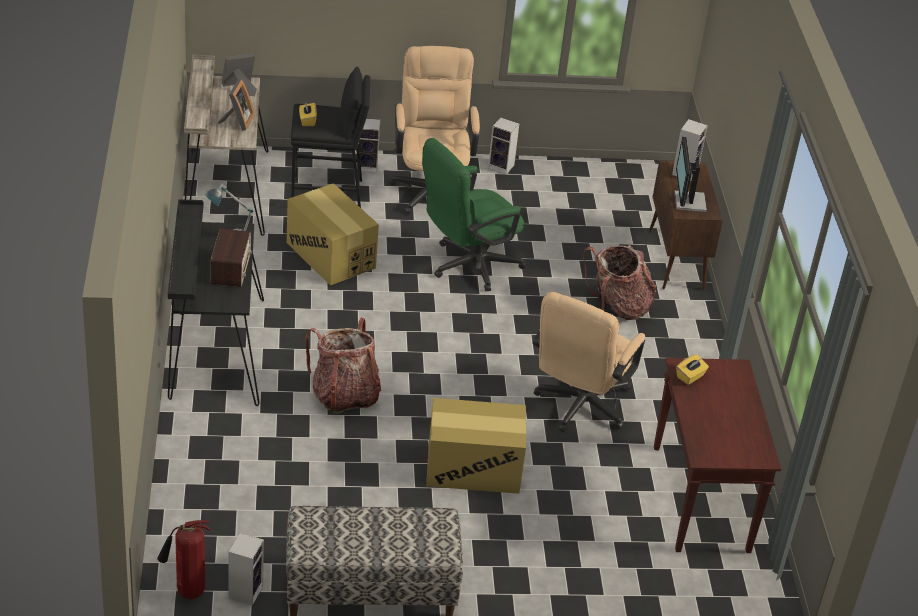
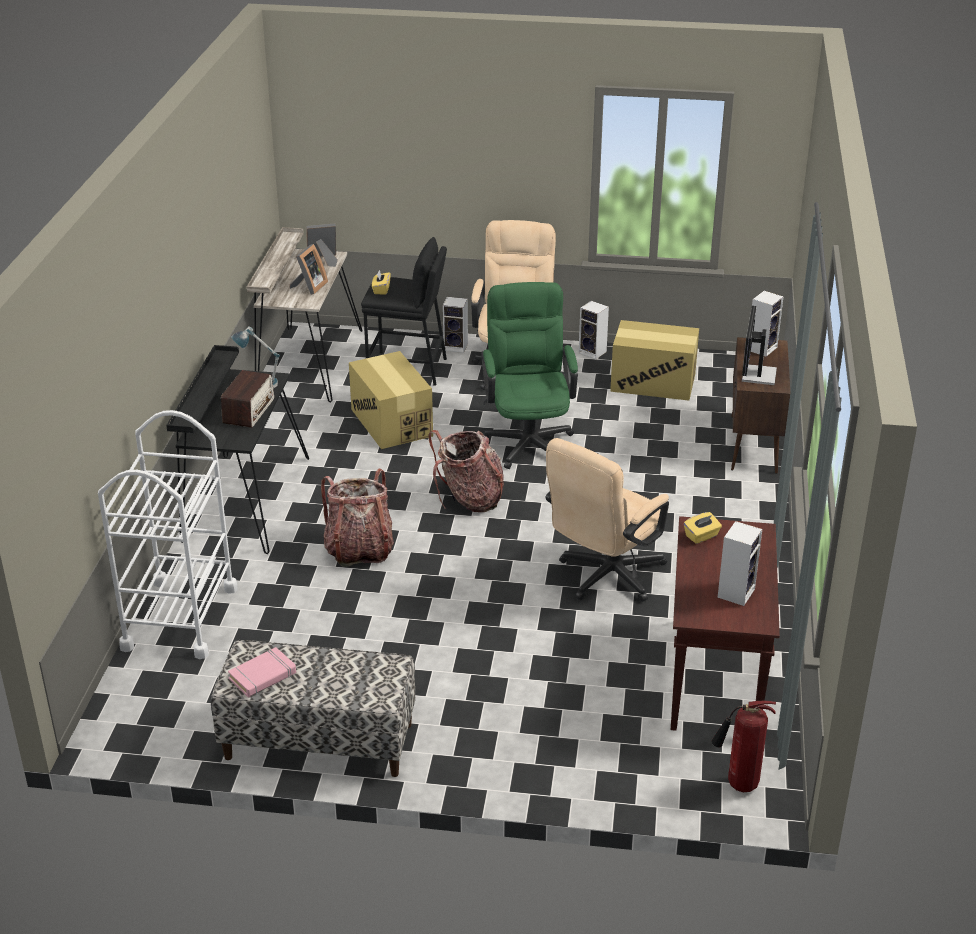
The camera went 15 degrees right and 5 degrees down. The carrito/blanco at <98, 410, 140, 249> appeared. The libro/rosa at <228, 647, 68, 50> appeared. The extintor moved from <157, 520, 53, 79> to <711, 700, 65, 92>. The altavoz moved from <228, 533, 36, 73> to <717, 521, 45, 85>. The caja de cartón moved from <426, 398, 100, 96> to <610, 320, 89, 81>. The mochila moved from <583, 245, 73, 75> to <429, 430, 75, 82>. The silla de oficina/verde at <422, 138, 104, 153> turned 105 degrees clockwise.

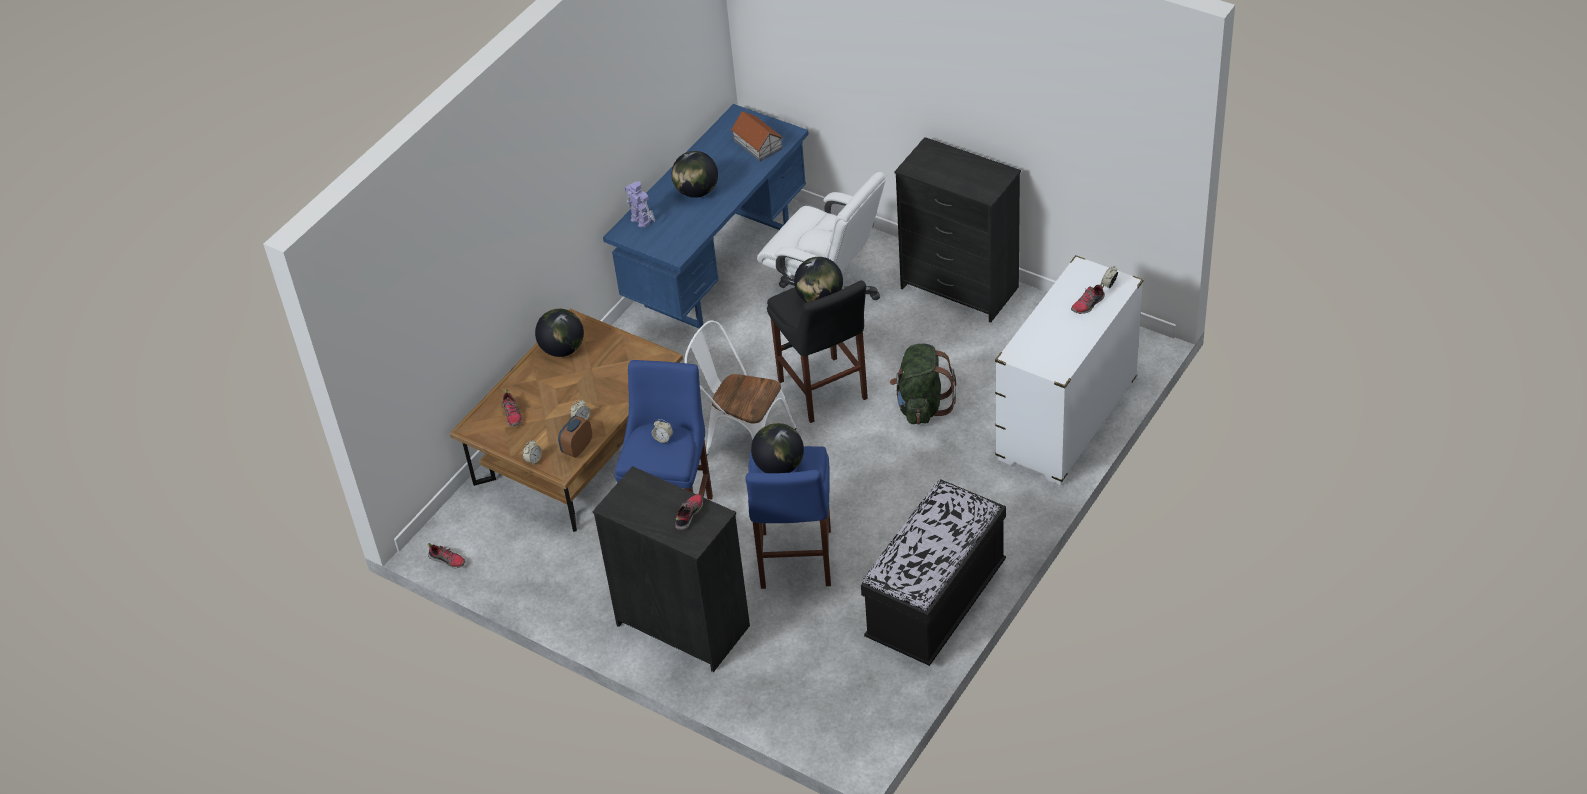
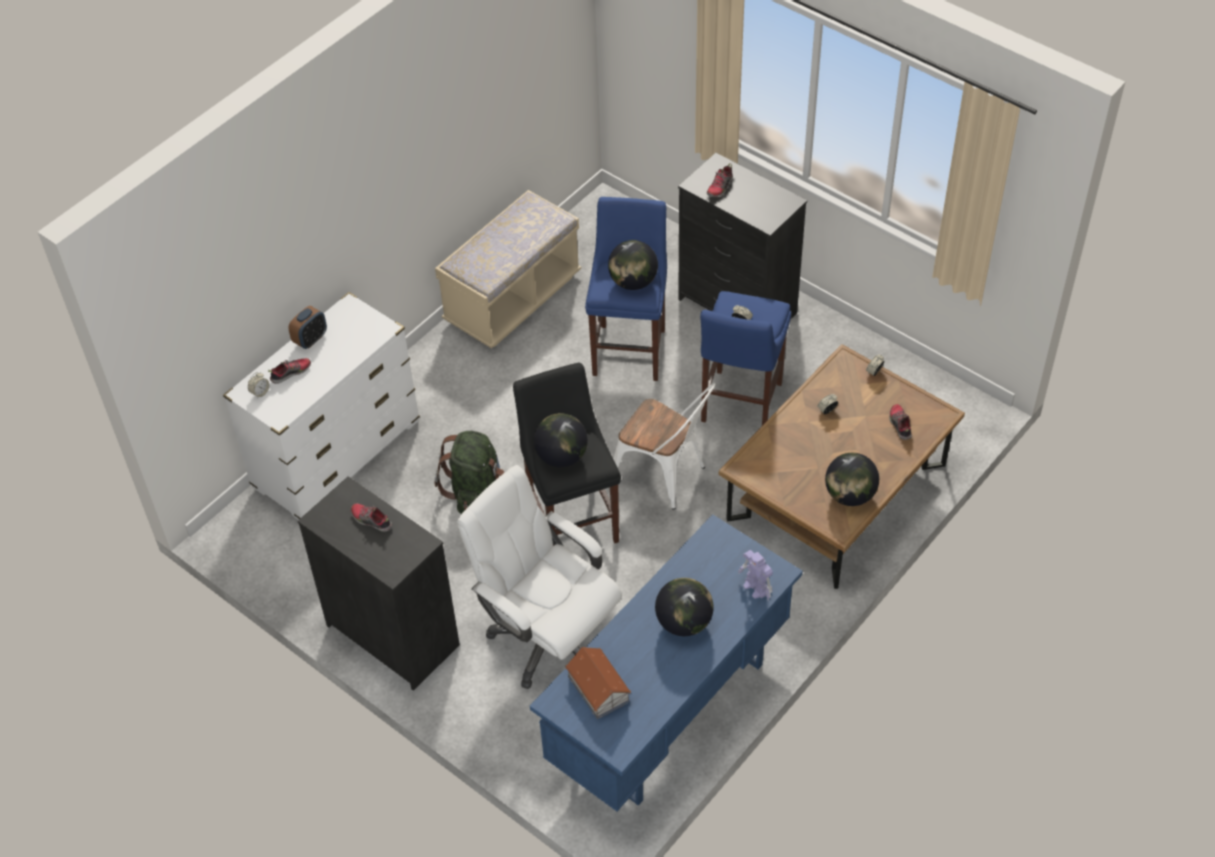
The camera went 175 degrees left and 5 degrees up. The zapato moved from <427, 543, 39, 25> to <351, 503, 41, 29>. The despertador moved from <558, 415, 34, 43> to <288, 306, 39, 43>. The banco/negro at <861, 480, 145, 186> became the banco/beis at <435, 190, 146, 158>.

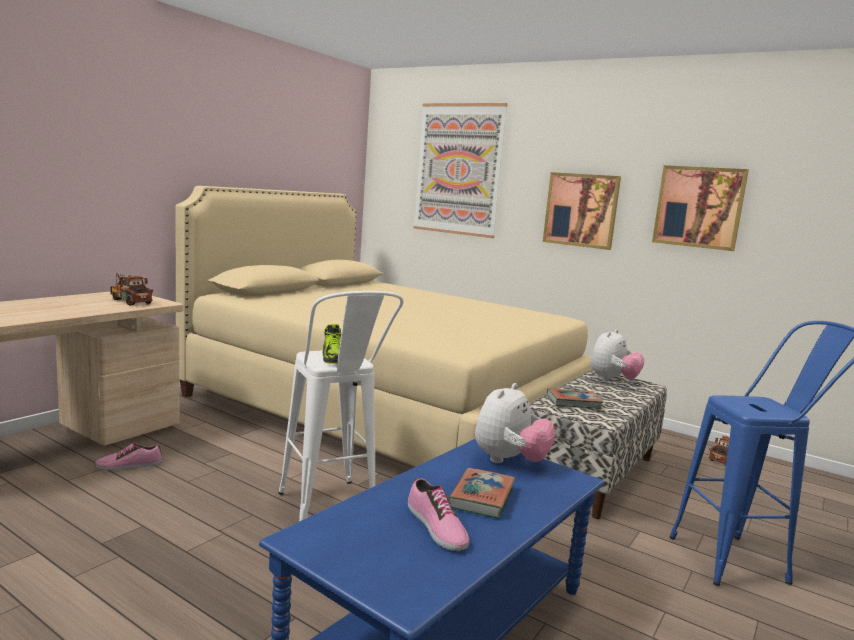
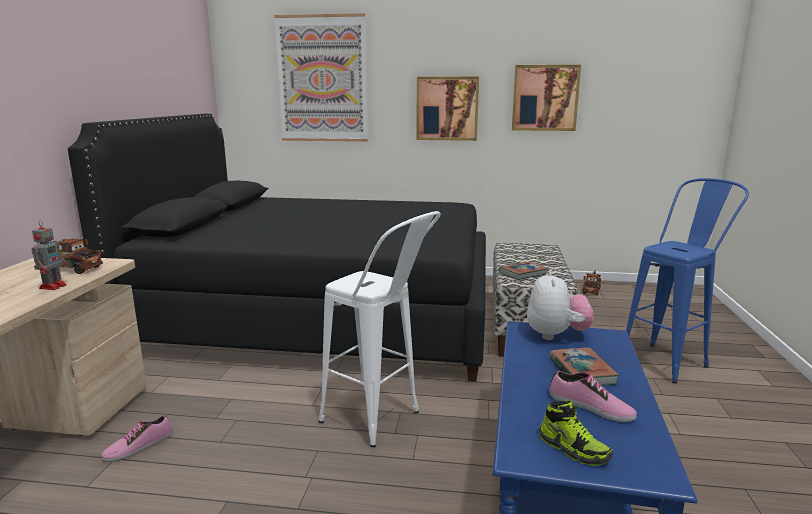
The camera went 25 degrees left and 5 degrees up. The peluche at <591, 329, 53, 52> disappeared. The robot de juguete at <32, 220, 35, 70> appeared. The zapato moved from <323, 324, 18, 40> to <539, 400, 74, 66>. The cama/beis at <176, 186, 417, 280> became the cama/negro at <68, 114, 418, 268>.

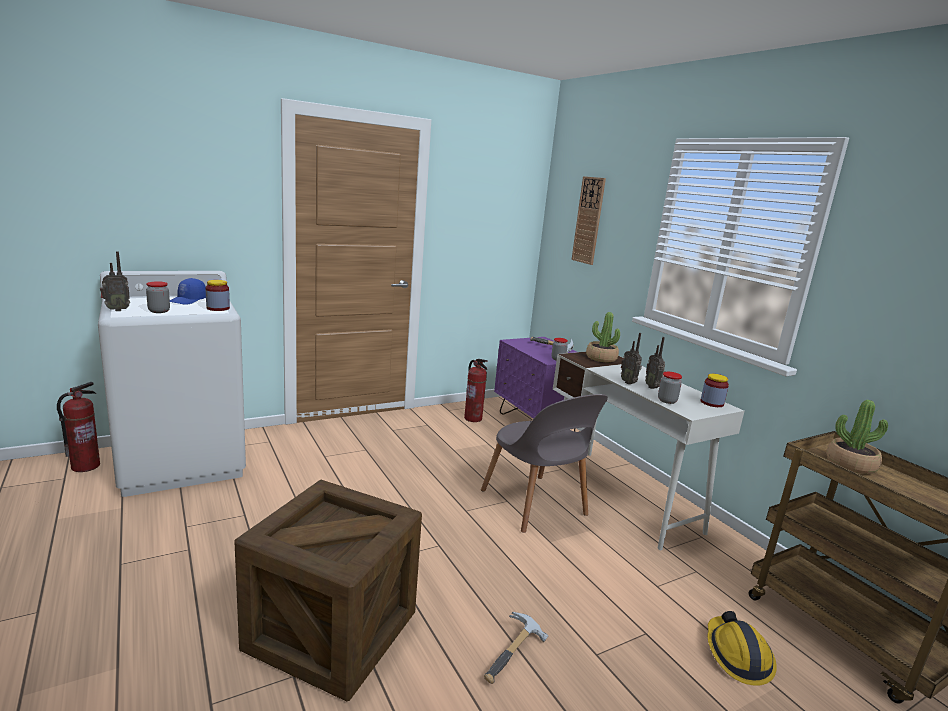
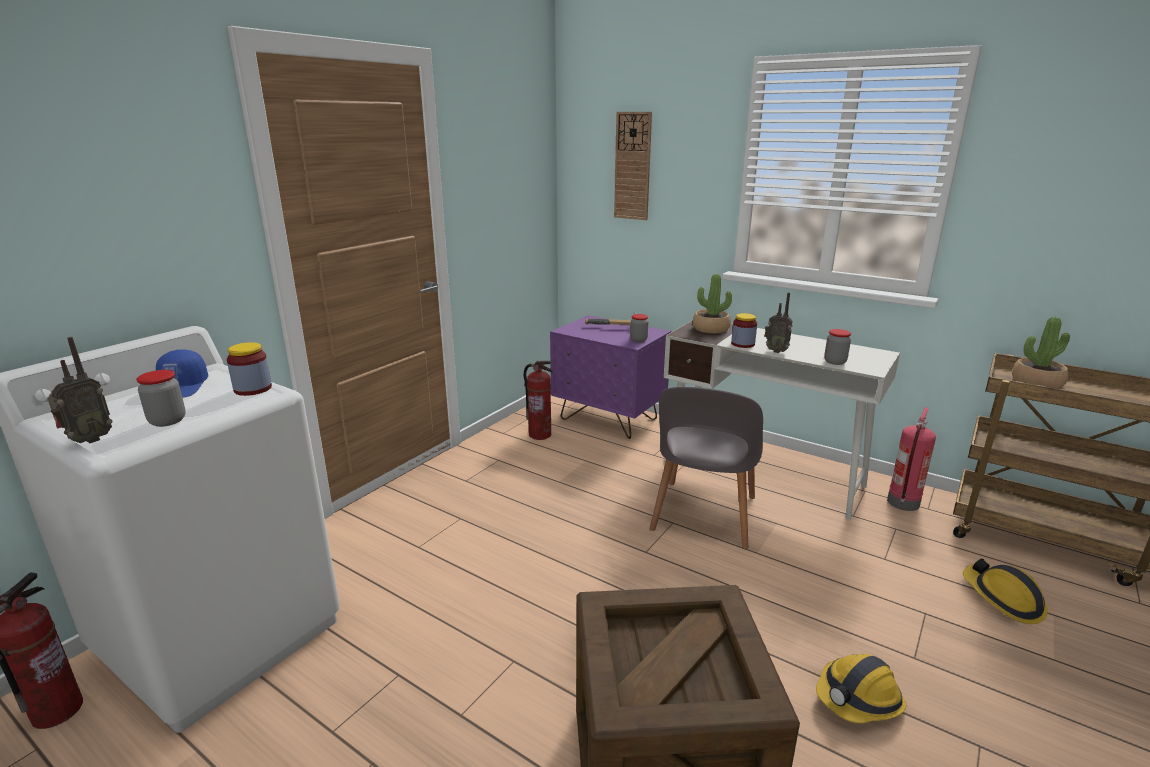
The camera went 25 degrees left and 5 degrees up. The radio at <645, 337, 21, 52> disappeared. The extintor at <887, 407, 49, 104> appeared. The tarro moved from <701, 374, 28, 33> to <731, 313, 26, 35>. The martillo at <484, 612, 64, 72> was replaced by the casco at <816, 654, 90, 69>. The silla/gris at <481, 394, 127, 139> turned 75 degrees clockwise.

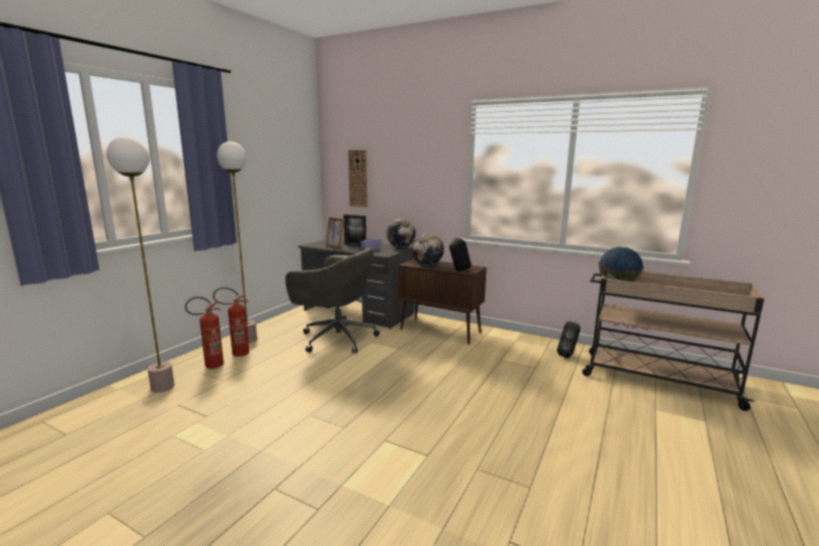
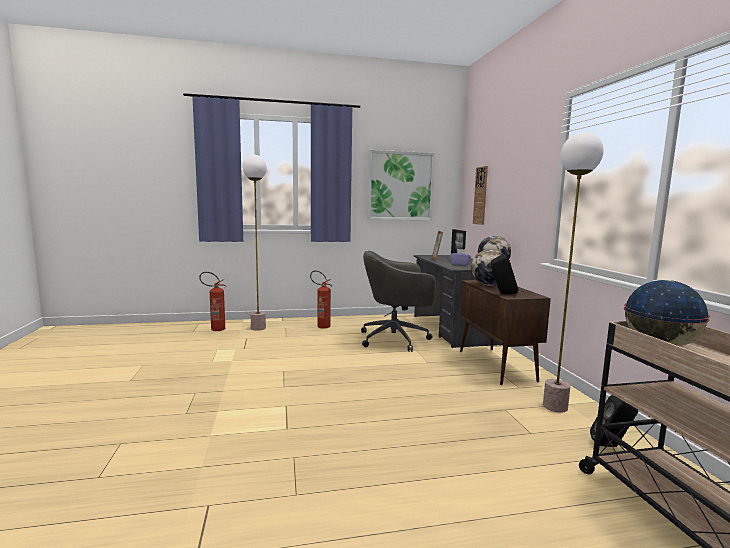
The camera went 50 degrees right and 5 degrees down. The cuadro at <367, 150, 68, 70> appeared. The extintor moved from <185, 297, 39, 72> to <199, 272, 27, 59>. The lámpara de pie moved from <217, 142, 40, 201> to <543, 132, 61, 280>. The silla de oficina/gris at <285, 247, 95, 107> turned 105 degrees clockwise.

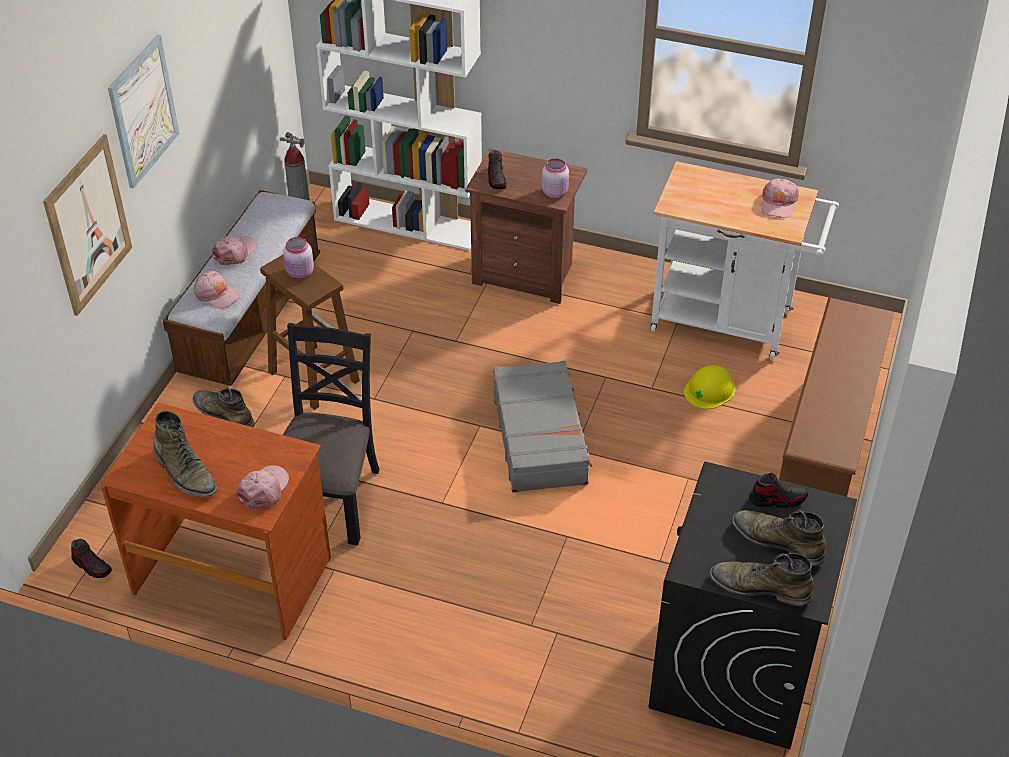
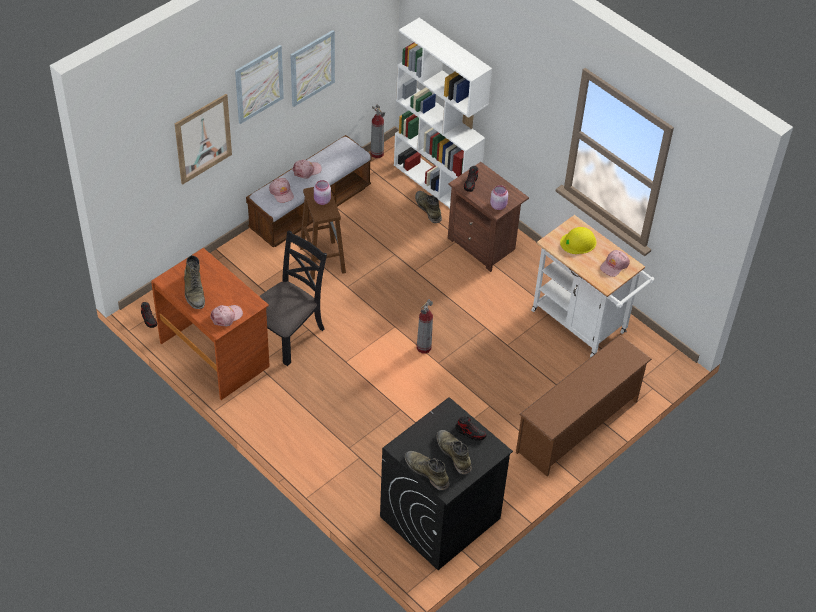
The camera went 25 degrees right and 5 degrees up. The cuadro at <290, 30, 45, 77> appeared. The bota/verde moved from <193, 388, 62, 39> to <415, 191, 27, 32>. The casco/amarillo moved from <684, 365, 52, 44> to <560, 227, 37, 27>. The maleta/gris at <493, 361, 99, 132> was replaced by the extintor at <417, 299, 16, 55>.

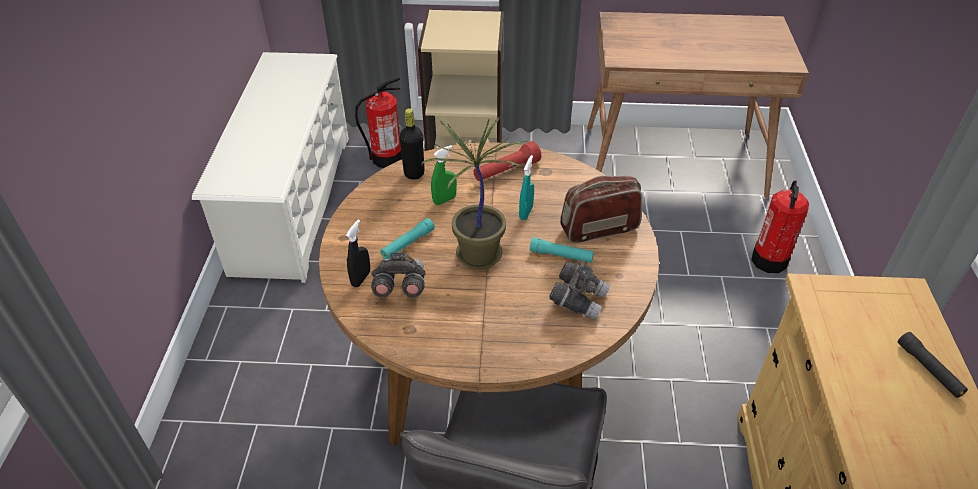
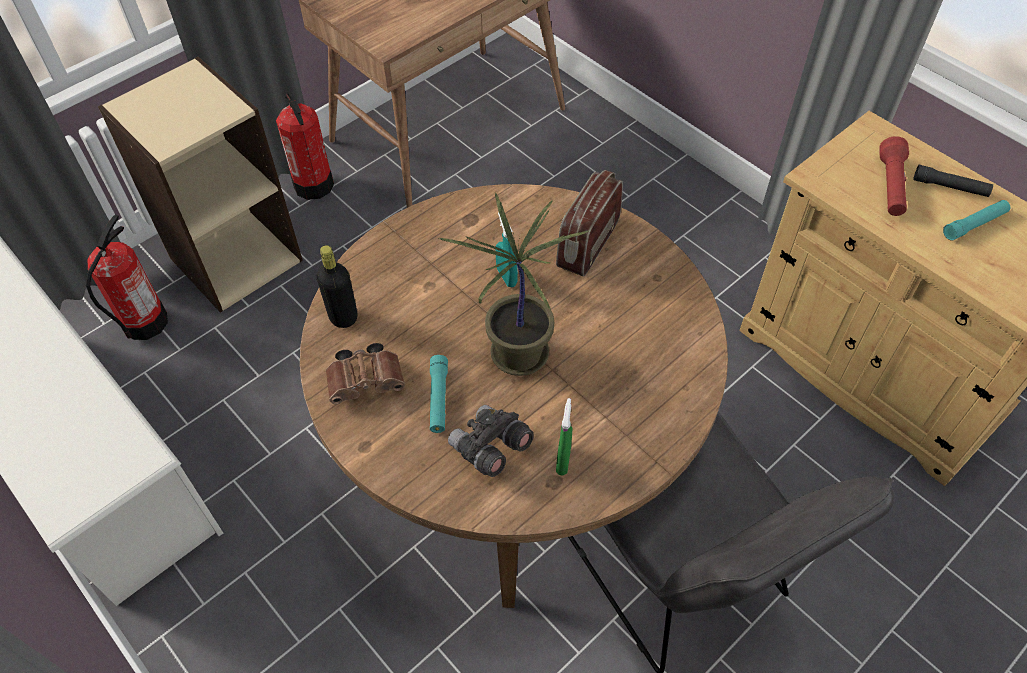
The camera went 45 degrees left and 10 degrees up. The pulverizador/negro at <346, 219, 24, 68> disappeared. The prismáticos/gris at <549, 262, 61, 58> disappeared. The prismáticos/marrón at <326, 343, 79, 61> appeared. The pulverizador/verde moved from <431, 145, 26, 60> to <556, 398, 17, 78>. The linterna/rojo moved from <473, 141, 68, 40> to <879, 136, 30, 80>. The linterna/turquesa moved from <530, 238, 64, 25> to <943, 200, 67, 40>. The extintor moved from <751, 180, 58, 93> to <276, 93, 58, 107>.

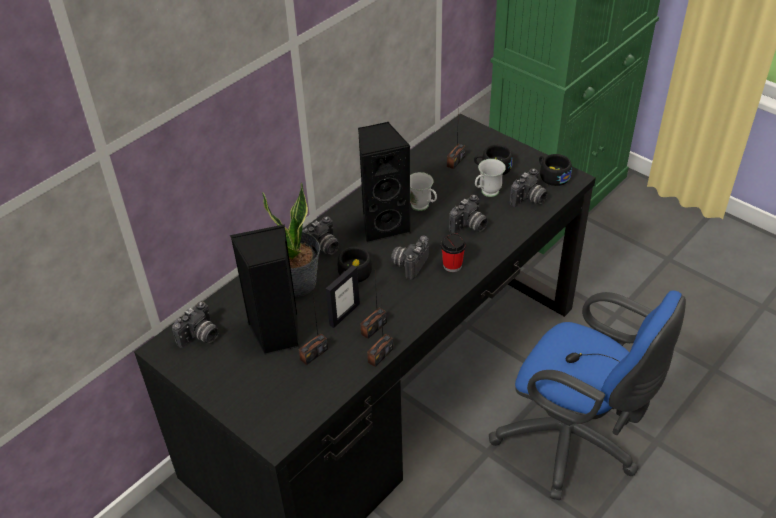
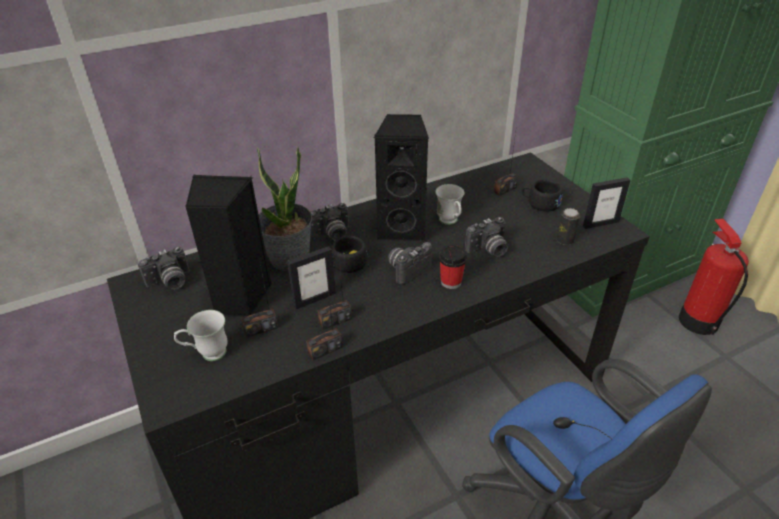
The camera went 20 degrees right and 5 degrees down. The extintor at <679, 219, 70, 116> appeared. The taza grande/blanco moved from <475, 159, 31, 38> to <174, 310, 54, 51>. The cámara at <510, 169, 38, 38> was replaced by the lata at <556, 208, 24, 37>. The taza/negro at <539, 154, 33, 32> was replaced by the portarretratos at <583, 177, 48, 52>.

